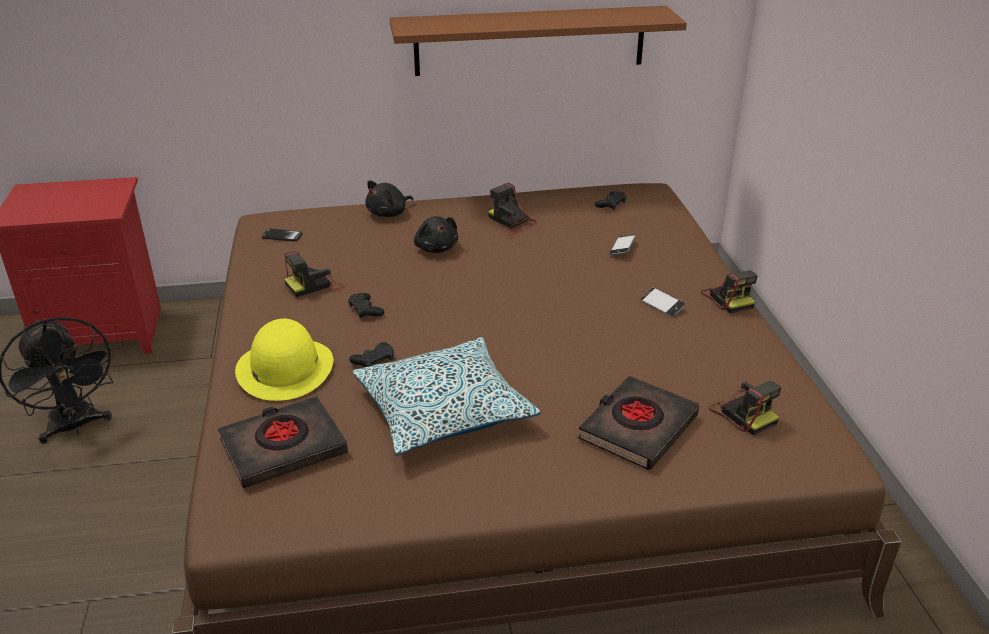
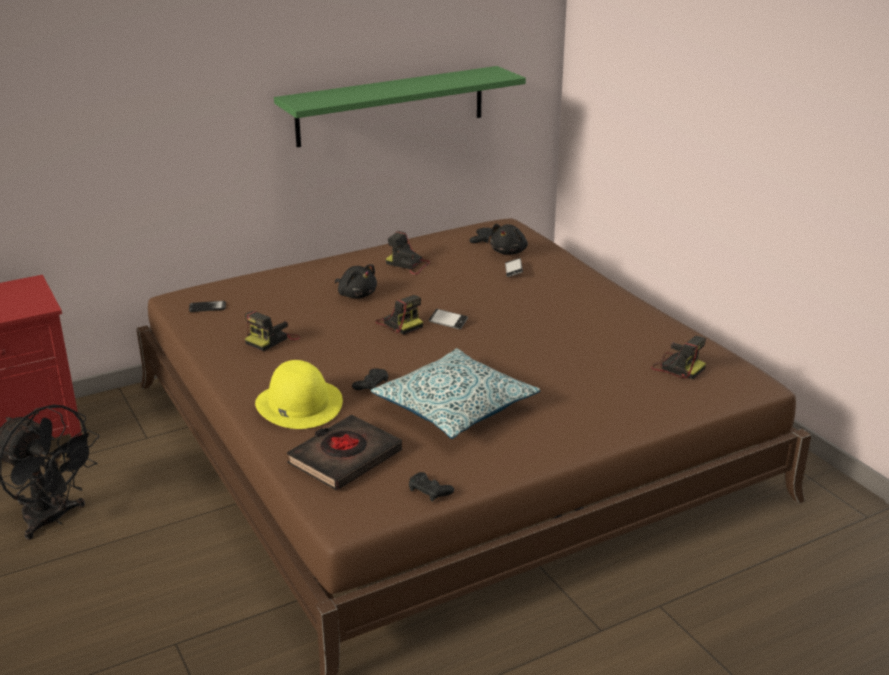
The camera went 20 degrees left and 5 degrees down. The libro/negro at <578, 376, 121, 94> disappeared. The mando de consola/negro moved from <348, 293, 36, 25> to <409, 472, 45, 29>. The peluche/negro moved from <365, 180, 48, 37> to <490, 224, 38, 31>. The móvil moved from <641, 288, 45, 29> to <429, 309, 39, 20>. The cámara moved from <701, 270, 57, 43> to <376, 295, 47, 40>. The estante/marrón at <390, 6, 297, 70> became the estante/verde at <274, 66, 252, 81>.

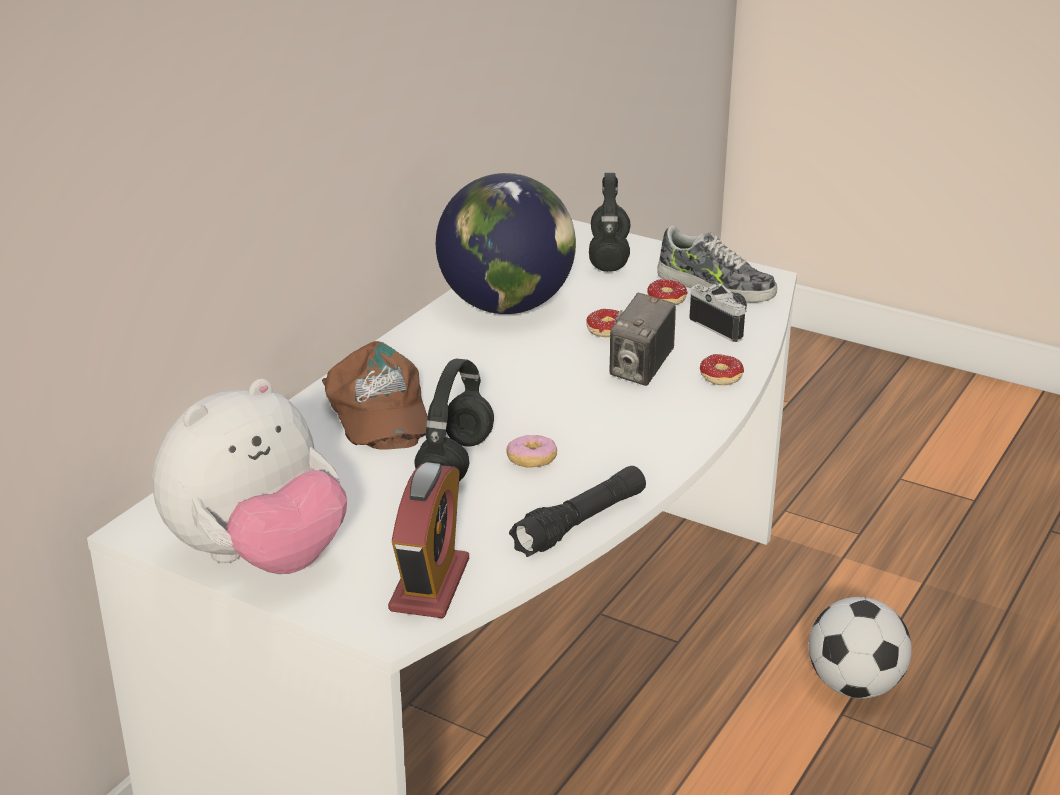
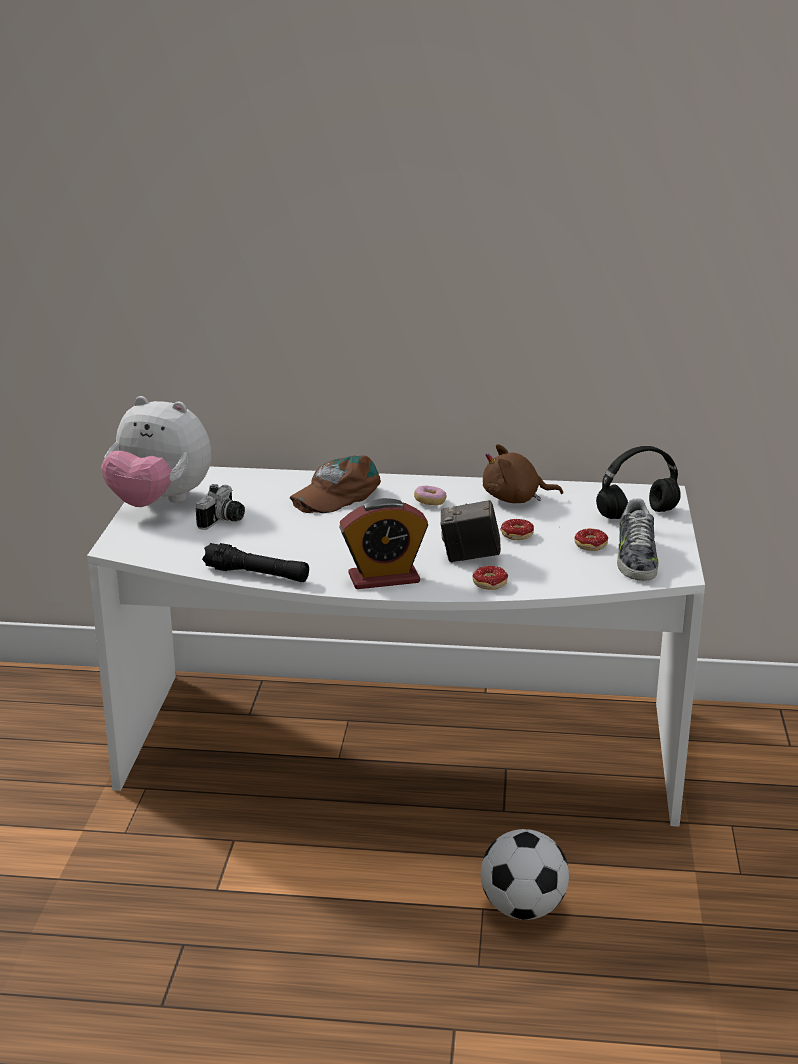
The camera went 65 degrees right and 5 degrees down. The auriculares/negro at <414, 359, 80, 122> disappeared. The despertador moved from <388, 462, 81, 156> to <339, 498, 89, 91>. The rosquilla moved from <506, 435, 51, 33> to <414, 485, 33, 20>. The cámara moved from <690, 283, 57, 59> to <196, 484, 49, 46>. The globo terráqueo at <436, 173, 140, 141> was replaced by the peluche/marrón at <483, 444, 80, 59>.

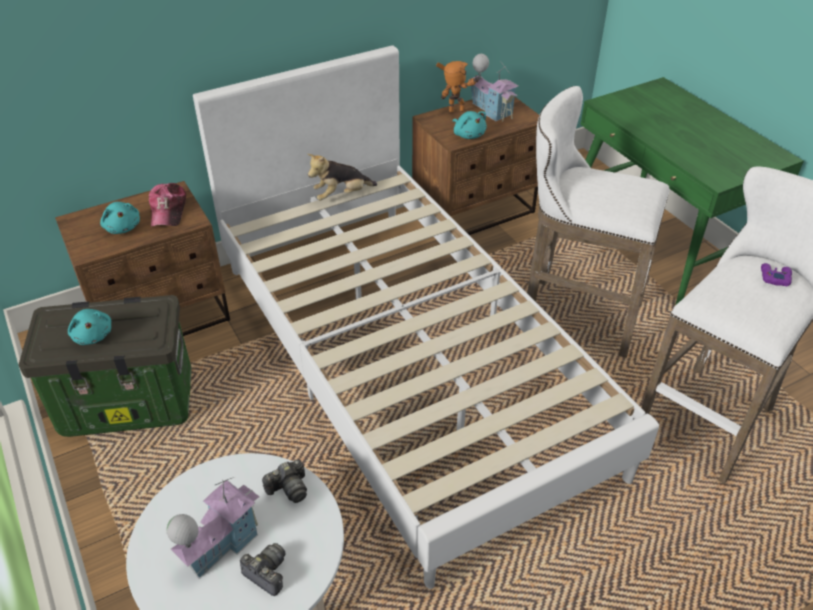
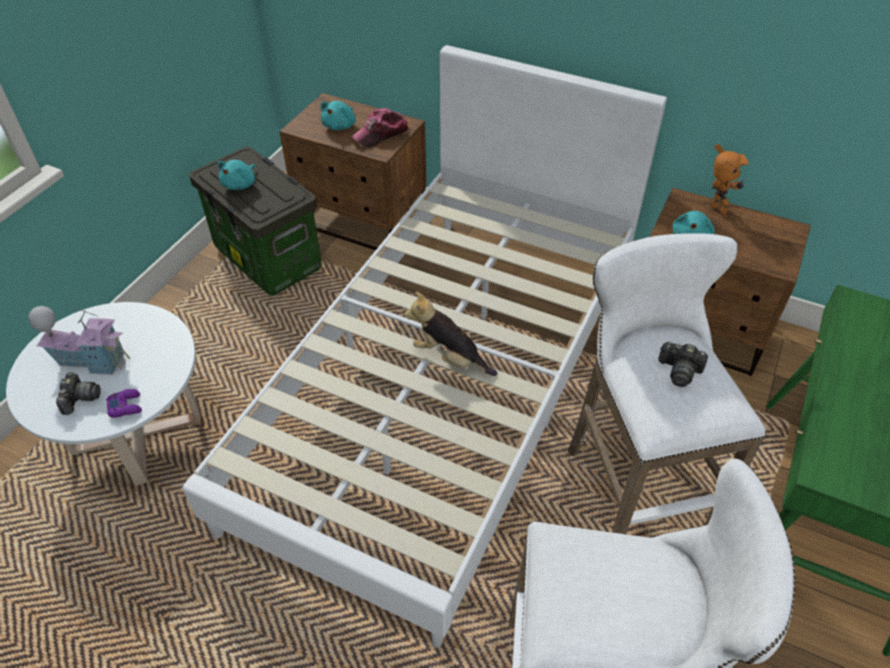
The camera went 55 degrees right and 5 degrees up. The casita at <468, 54, 50, 67> disappeared. The cámara moved from <262, 460, 45, 43> to <658, 342, 50, 45>. The peluche moved from <308, 154, 69, 46> to <404, 291, 94, 85>. The mando de consola/morado moved from <761, 263, 31, 23> to <106, 389, 36, 29>.

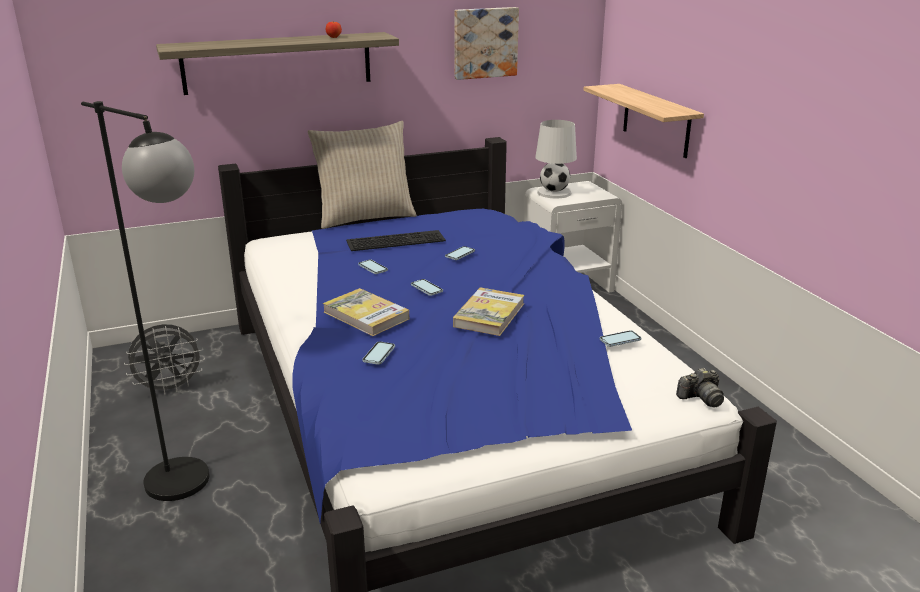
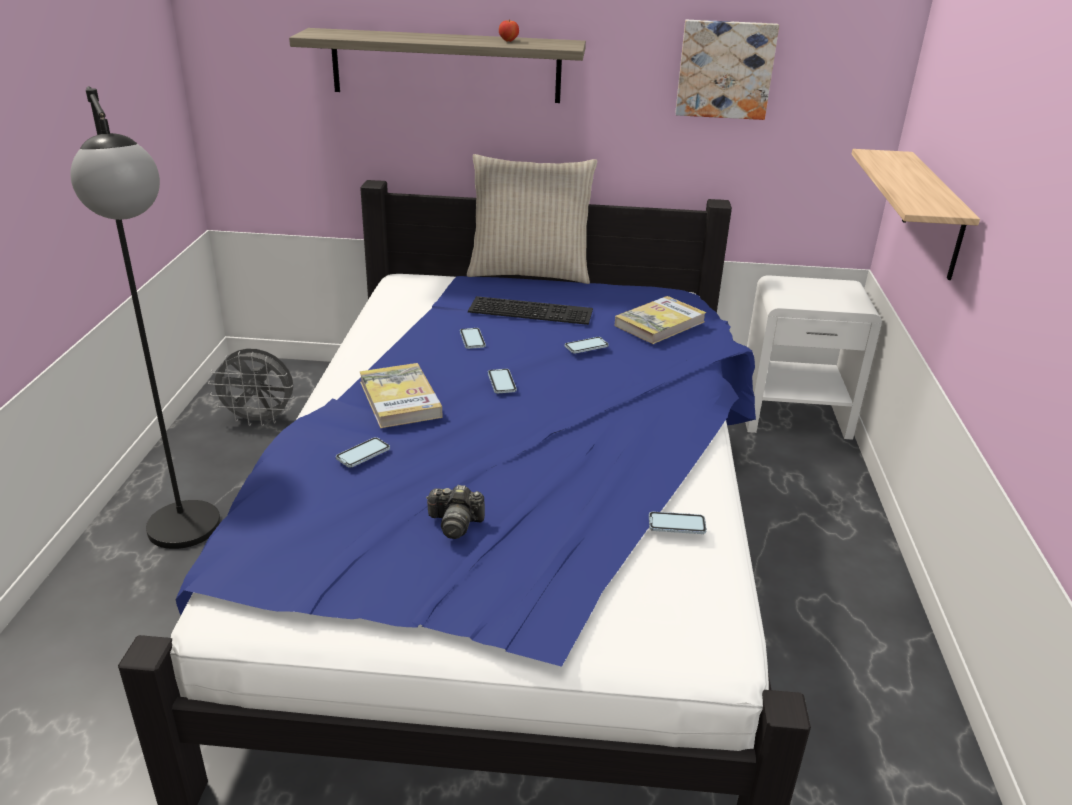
The camera went 25 degrees right and 5 degrees up. The lámpara de mesa/blanco at <536, 120, 41, 78> disappeared. The libro moved from <453, 287, 71, 49> to <615, 296, 91, 48>. The cámara moved from <676, 368, 48, 40> to <426, 485, 59, 54>.

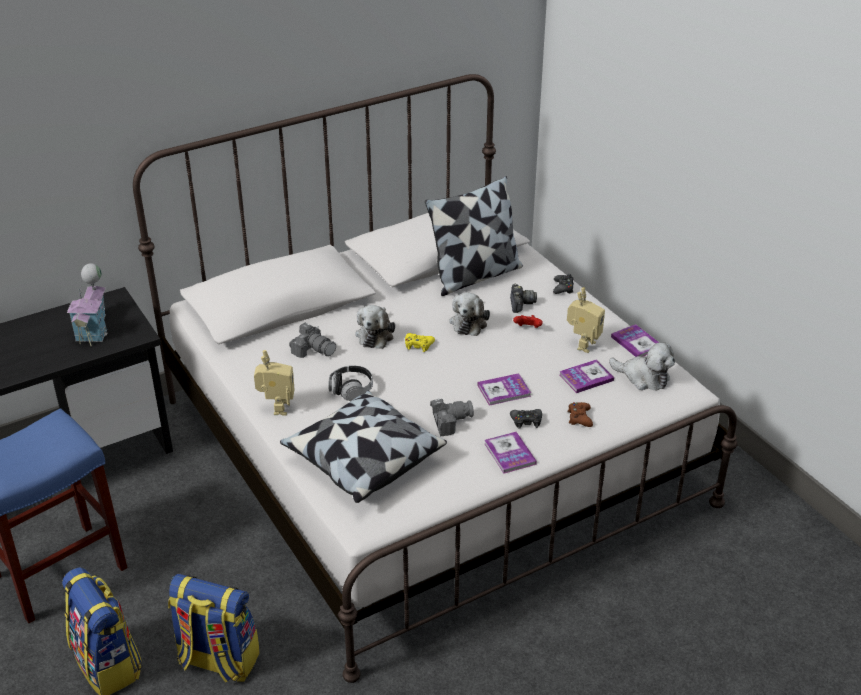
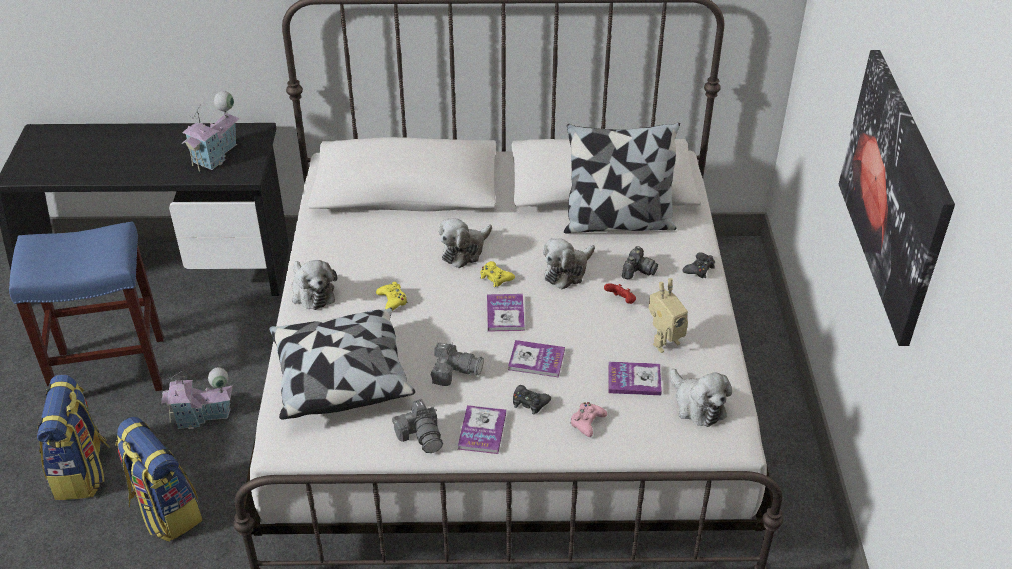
The camera went 30 degrees right and 5 degrees up. The casita at <161, 367, 72, 62> appeared. The cuadro at <839, 50, 116, 296> appeared. The cámara moved from <289, 323, 47, 35> to <392, 399, 51, 54>. The libro moved from <611, 324, 48, 33> to <487, 294, 38, 38>. The robot de juguete at <254, 350, 41, 65> was replaced by the peluche at <292, 260, 45, 50>. The auriculares at <329, 365, 44, 36> was replaced by the mando de consola/amarillo at <376, 282, 32, 29>. The mando de consola/marrón at <567, 402, 26, 25> became the mando de consola/rosa at <570, 402, 37, 35>.

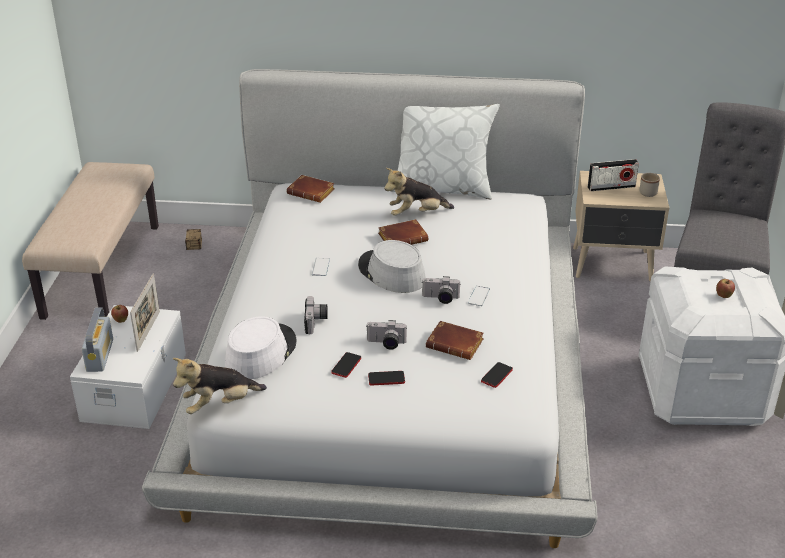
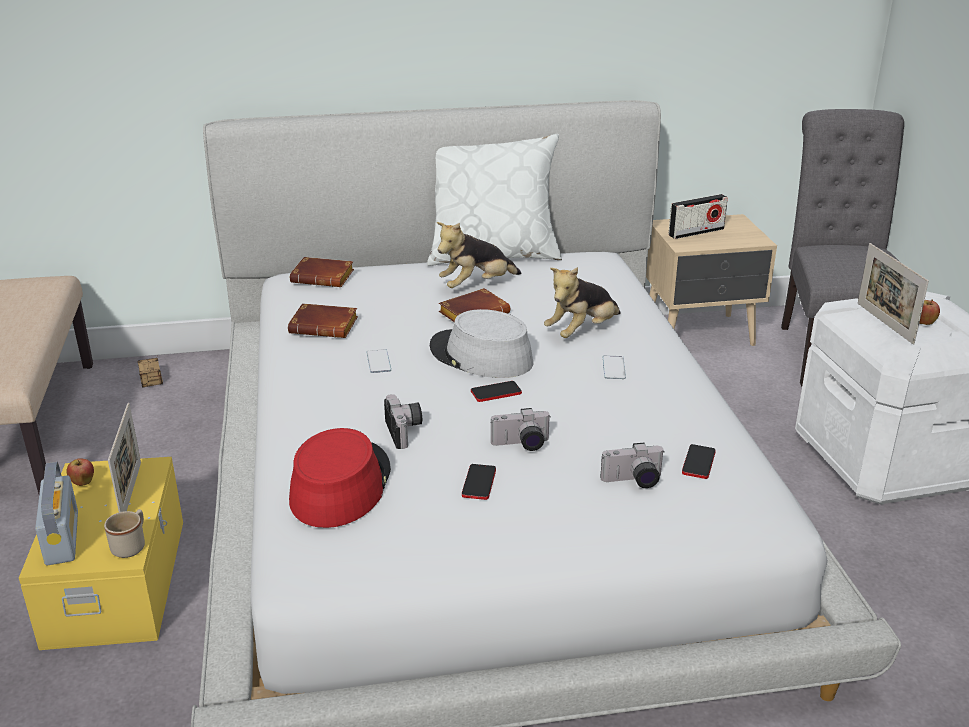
The camera went 15 degrees left and 5 degrees down. The portarretratos at <858, 243, 71, 101> appeared. The peluche moved from <173, 358, 94, 56> to <544, 267, 77, 71>. The móvil moved from <368, 371, 37, 14> to <471, 381, 51, 21>. The cámara moved from <422, 276, 39, 28> to <600, 443, 65, 45>. The libro/marrón moved from <426, 321, 58, 39> to <288, 303, 70, 35>. The taza grande/beis moved from <639, 173, 21, 24> to <104, 509, 41, 49>. The caja de almacenaje/blanco at <70, 305, 116, 124> became the caja de almacenaje/amarillo at <19, 457, 164, 193>. The sombrero/blanco at <225, 316, 72, 63> became the sombrero/rojo at <289, 428, 102, 100>.

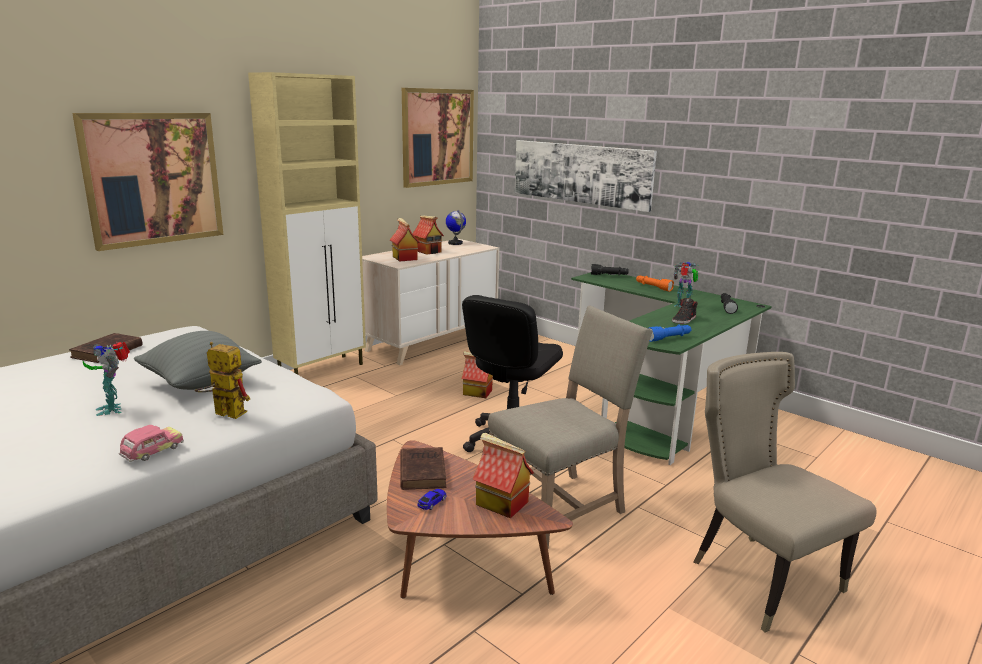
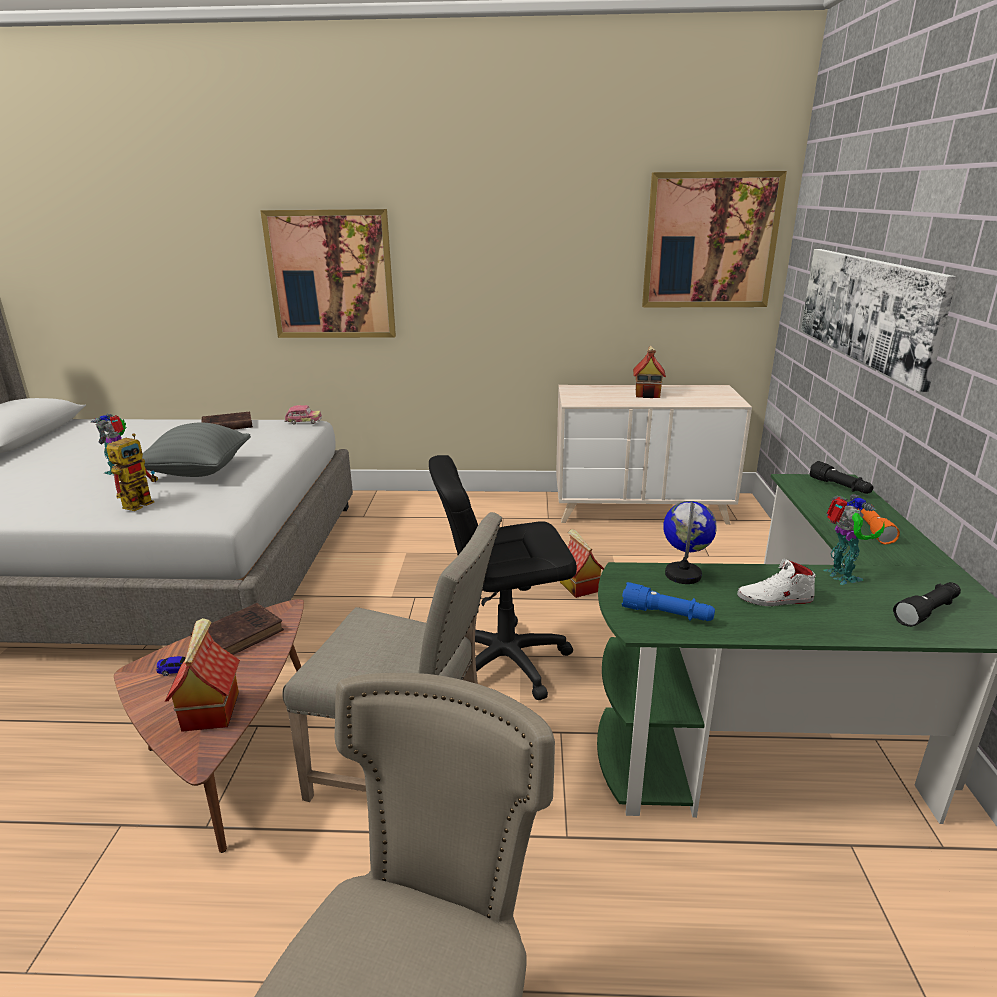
The camera went 50 degrees right and 5 degrees up. The armario/beis at <248, 72, 118, 303> disappeared. The casita at <390, 218, 30, 43> disappeared. The coche de juguete moved from <119, 425, 65, 37> to <285, 405, 37, 19>. The globo terráqueo moved from <446, 210, 20, 35> to <663, 501, 54, 83>. The zapato/negro at <672, 298, 26, 26> became the zapato/blanco at <737, 559, 79, 47>. The robot de juguete at <195, 342, 55, 77> turned 45 degrees clockwise.

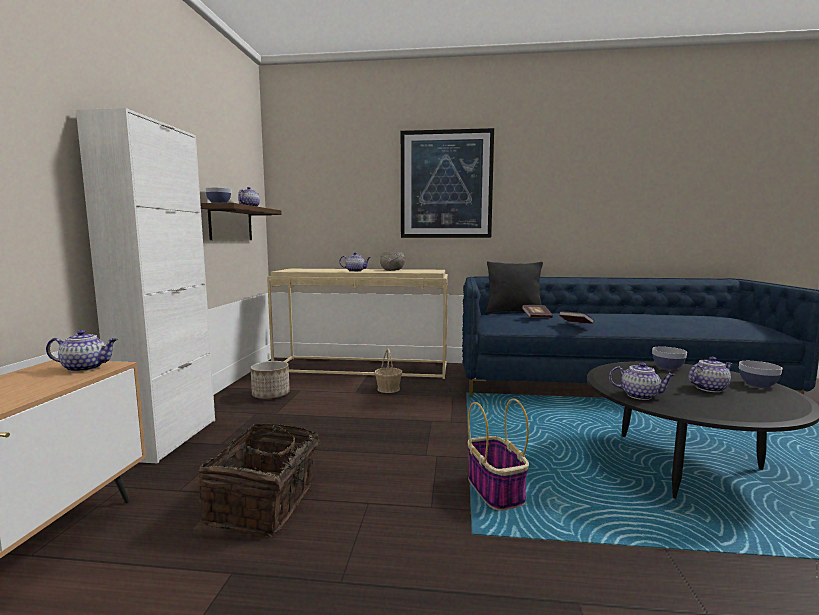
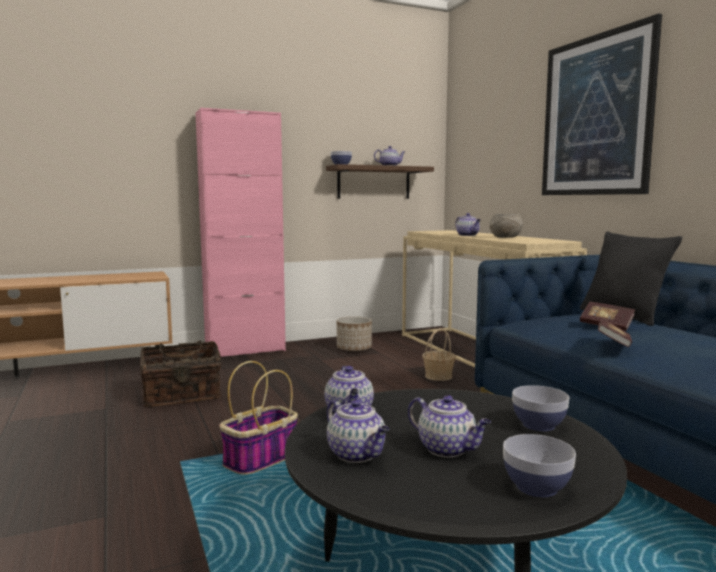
The camera went 60 degrees right and 0 degrees up. The tetera moved from <46, 330, 72, 42> to <327, 399, 62, 64>. The armario/blanco at <76, 108, 139, 356> became the armario/rosa at <196, 108, 90, 249>.

